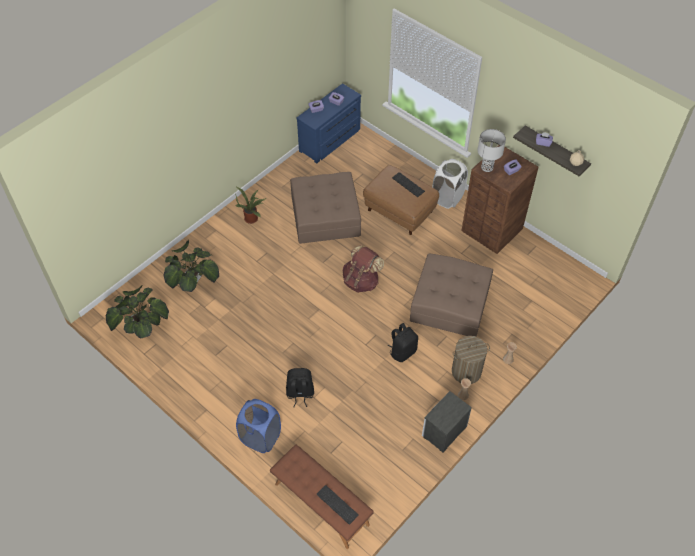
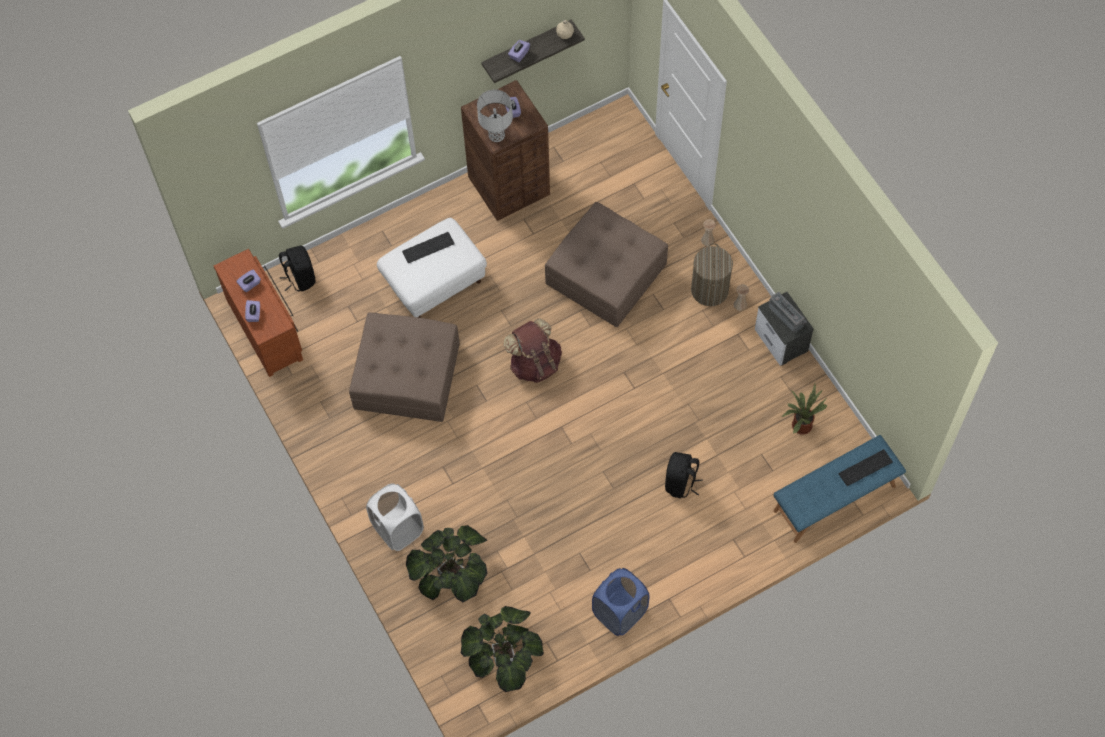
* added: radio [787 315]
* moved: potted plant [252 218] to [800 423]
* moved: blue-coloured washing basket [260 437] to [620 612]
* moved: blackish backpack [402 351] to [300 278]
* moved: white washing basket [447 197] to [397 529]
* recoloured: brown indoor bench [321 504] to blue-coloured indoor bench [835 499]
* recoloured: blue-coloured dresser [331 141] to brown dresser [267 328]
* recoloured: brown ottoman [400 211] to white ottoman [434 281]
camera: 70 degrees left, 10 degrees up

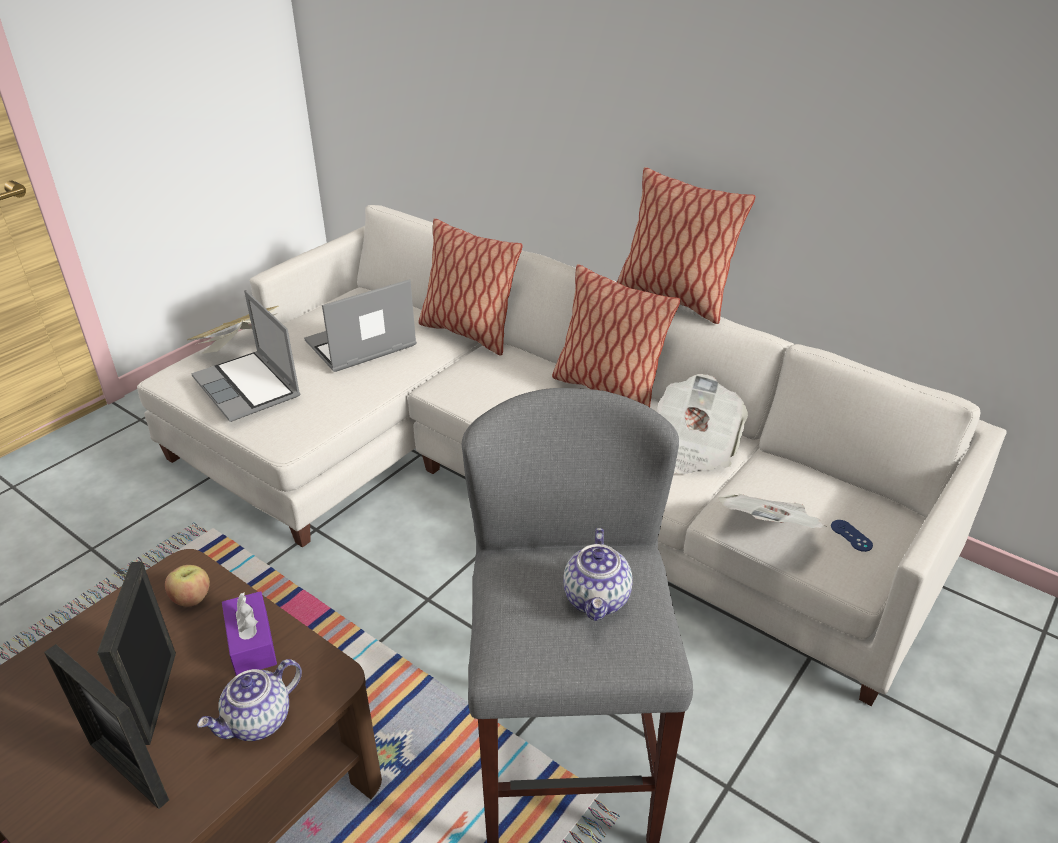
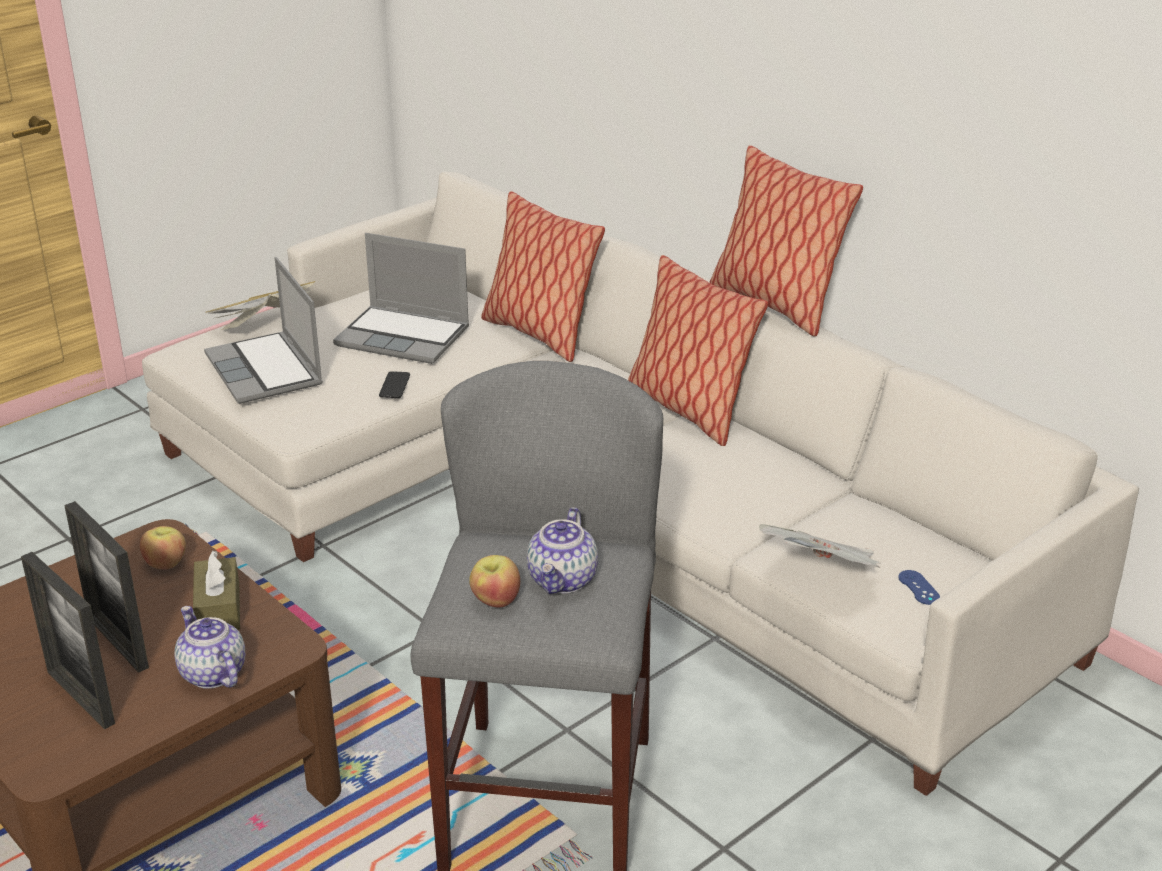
* removed: newspaper [694 446]
* added: telephone [394 385]
* added: whole apple [495 600]
* recoloured: purple tissue holder [252 643] to brown tissue holder [218 608]
* turned: standing frame [158 697] = [117 642] 45 degrees counterclockwise
* turned: teapot [258 721] = [212 673] 90 degrees clockwise
* turned: portable computer [360 346] = [405 337] 135 degrees counterclockwise
camera: 10 degrees right, 5 degrees down

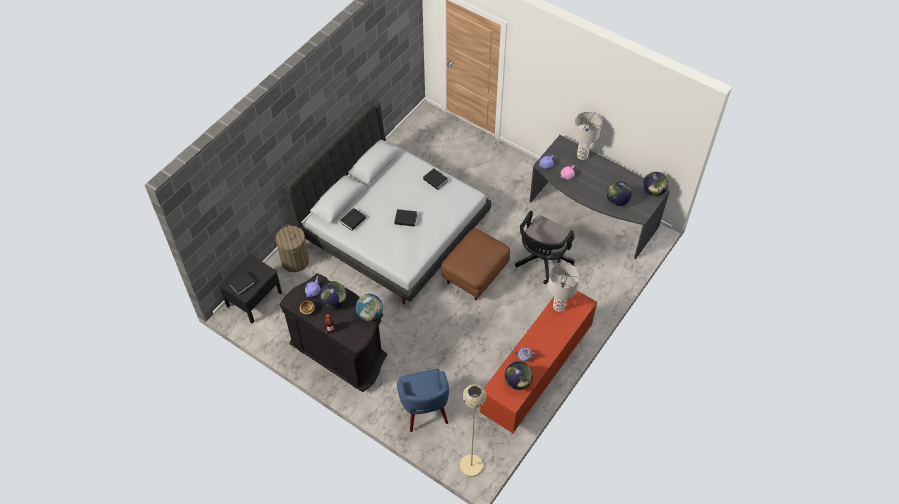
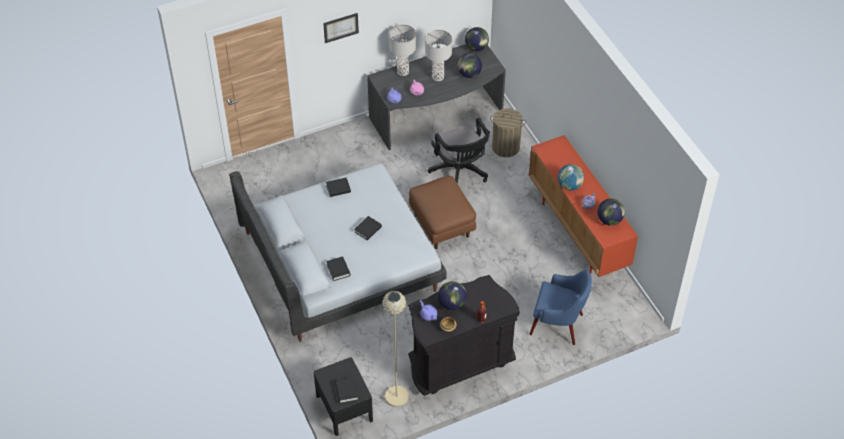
* added: wall art [340 27]
* moved: washing basket [295 261] to [506 147]
* moved: world globe [370 314] to [569 186]
* moved: beige standard lamp [471 466] to [396 397]
* moved: white table lamp [559 306] to [438 77]
camera: 60 degrees left, 5 degrees down

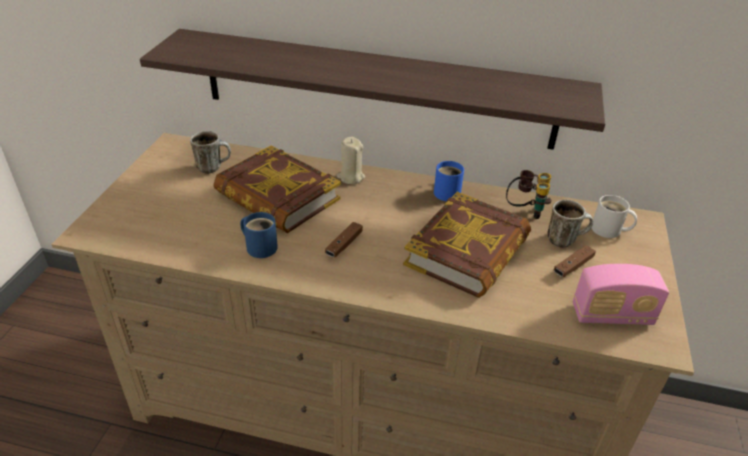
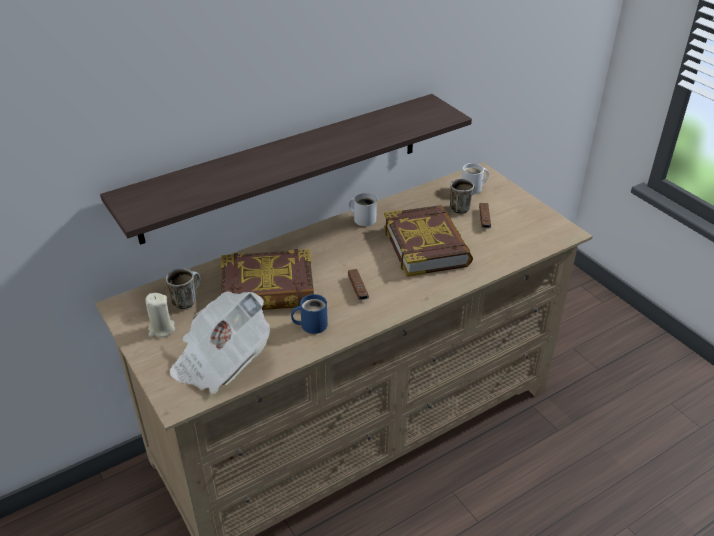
* removed: field glasses [525 211]
* removed: radio [611 315]
* added: newspaper [221 360]
* moved: beige candle [350 177] to [161 329]
* recoloured: blue-coloured mug [447 191] to white mug [363 218]
camera: 45 degrees left, 0 degrees up

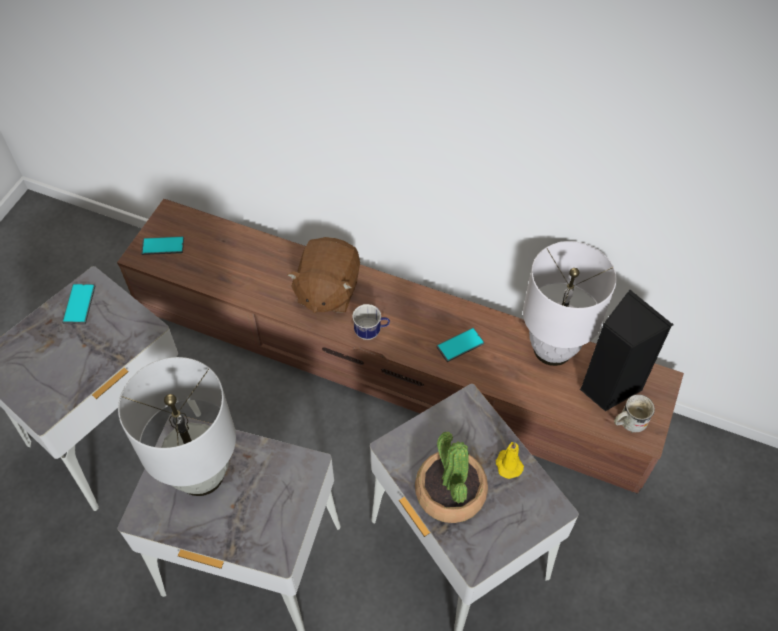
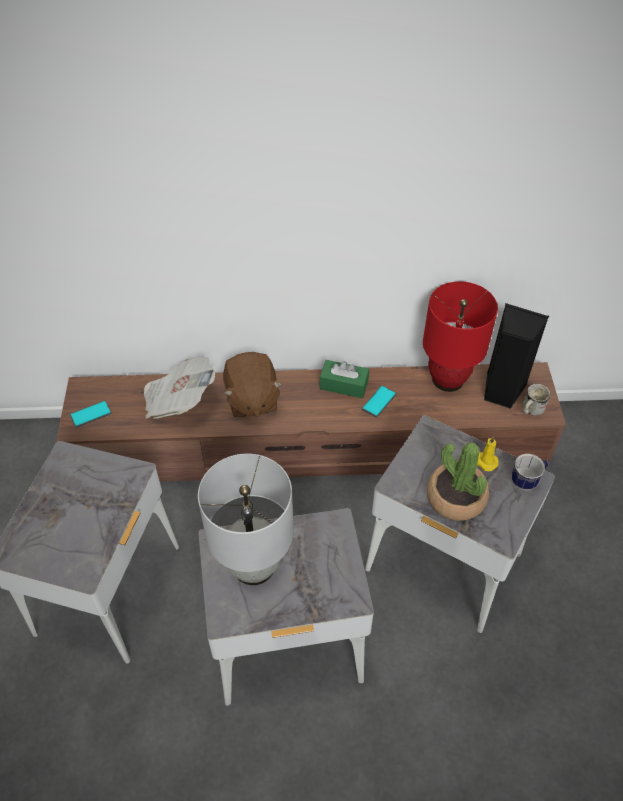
* removed: telephone [79 304]
* added: newspaper [179 400]
* added: green-coloured tissue holder [344 385]
* moved: mug [371 332] to [527 481]
* recoloured: white table lamp [552 349] to reddish table lamp [447 379]
camera: 25 degrees left, 5 degrees down

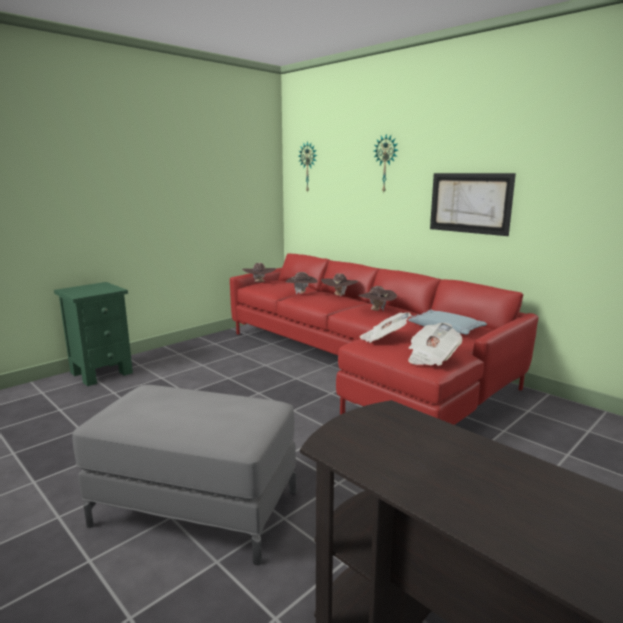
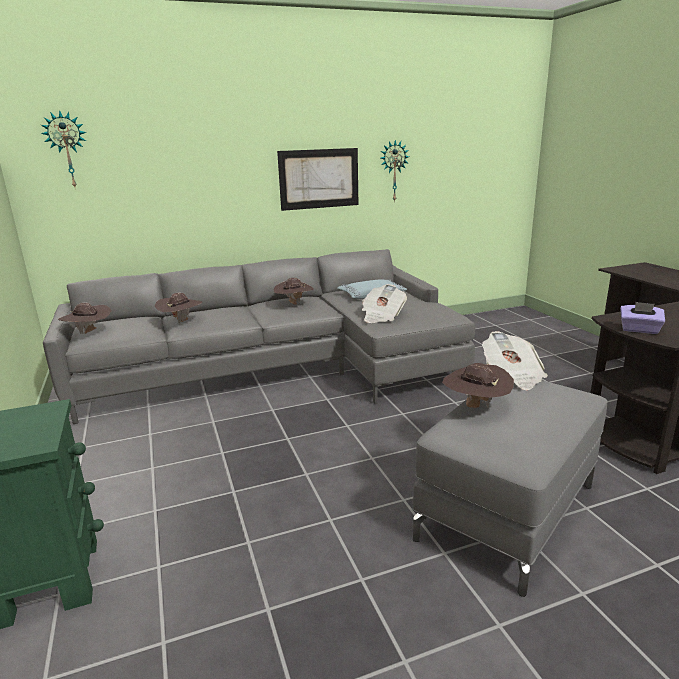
* added: purple tissue holder [639 330]
* moved: brown clothing hat [339 295] to [475 406]
* moved: wall clock [386 164] to [393 171]
* moved: newspaper [431 358] to [512 376]
* recoloured: reddish couch [363 365] to gray couch [280 370]
camera: 65 degrees left, 5 degrees up

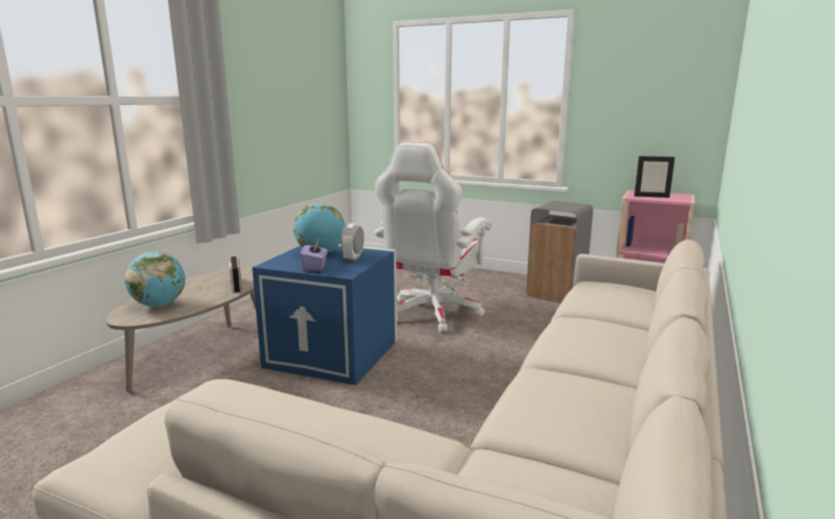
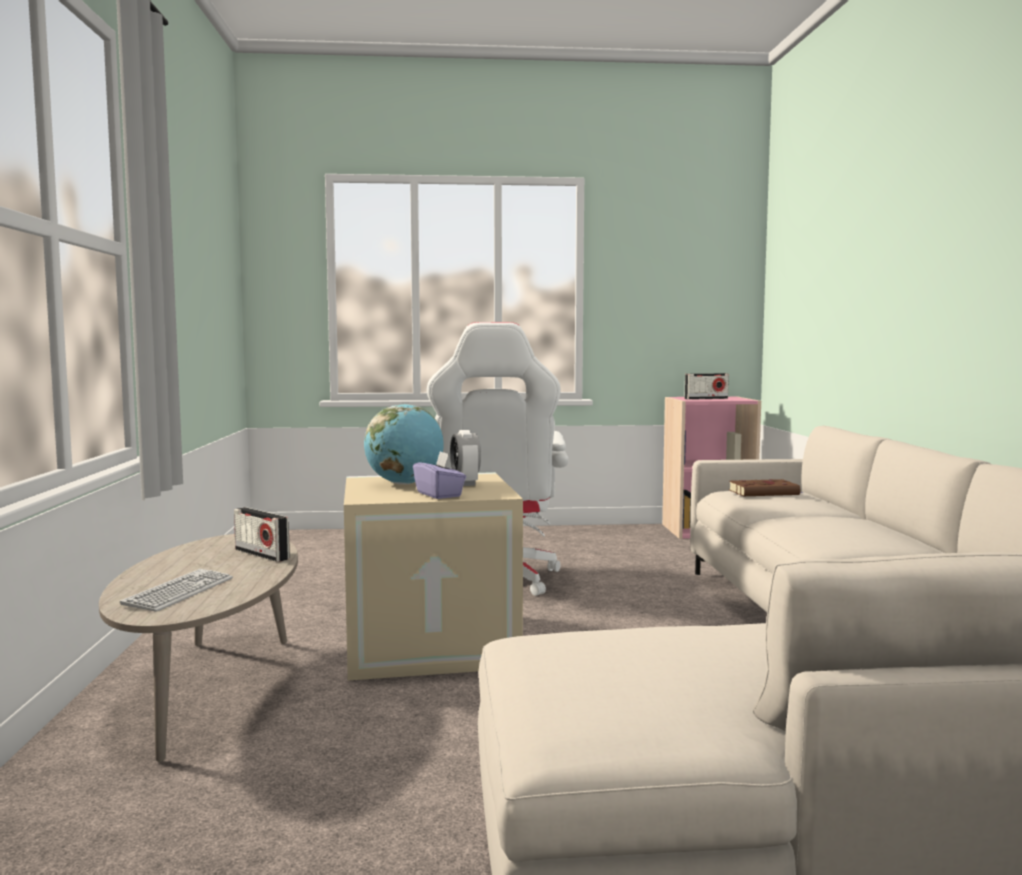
* removed: gray waste bin [556 293]
* added: brown book [765 493]
* replaced: world globe [159 305] to keyboard [179 592]
* replaced: standing frame [651 196] to radio [706 399]
* recoloured: blue-coloured storage bin [334 352] to beige storage bin [432 642]
camera: 30 degrees left, 10 degrees down

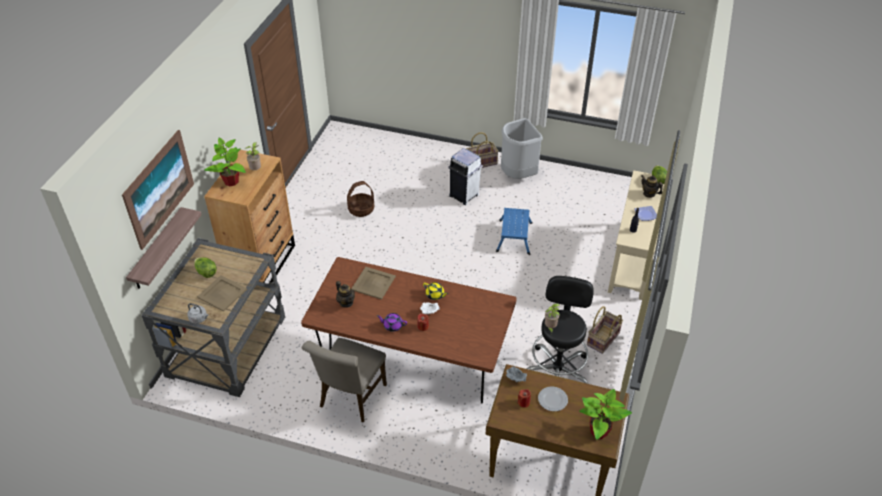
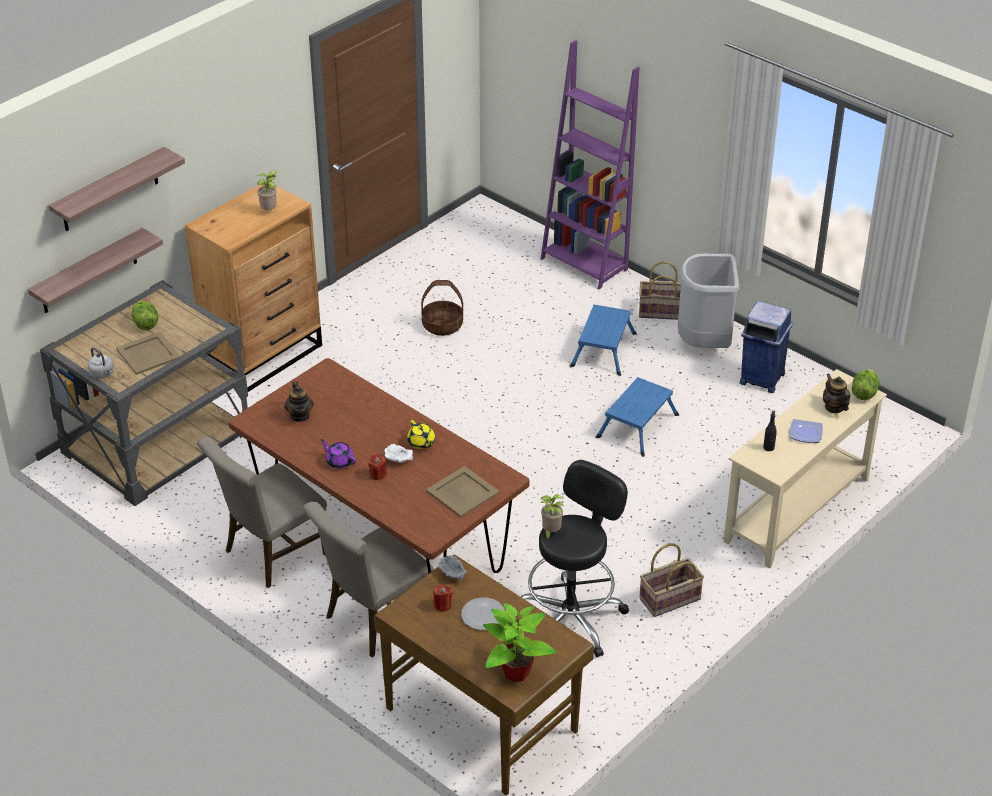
* removed: potted plant [231 182]
* added: beige upright chair [373 621]
* added: purple shelving unit [584 264]
* added: blue-coloured waste bin [761 378]
* moved: beige tray [373 283] to [462 492]
* replaced: wall art [159 188] to bracket shelf [109 190]
* replaced: white waste bin [464 195] to blue-coloured stepladder [603 349]
camera: 25 degrees right, 5 degrees down

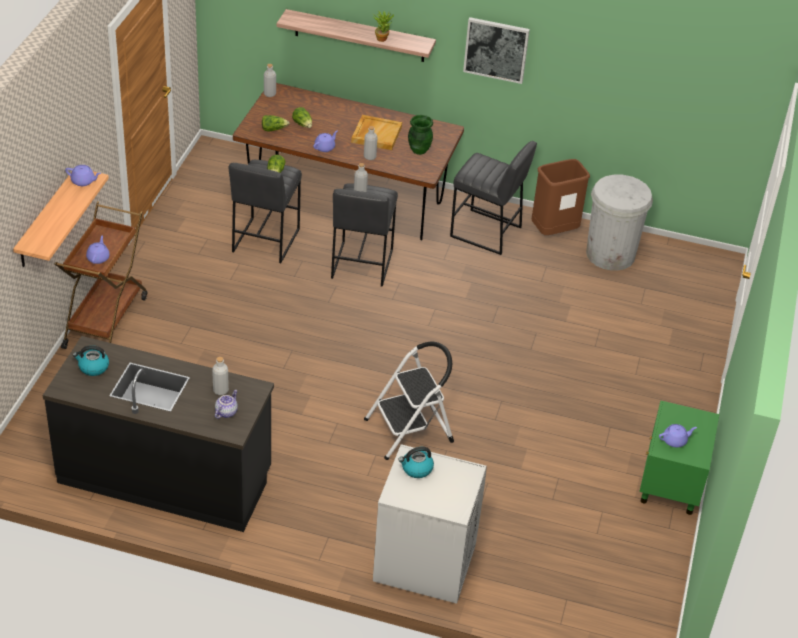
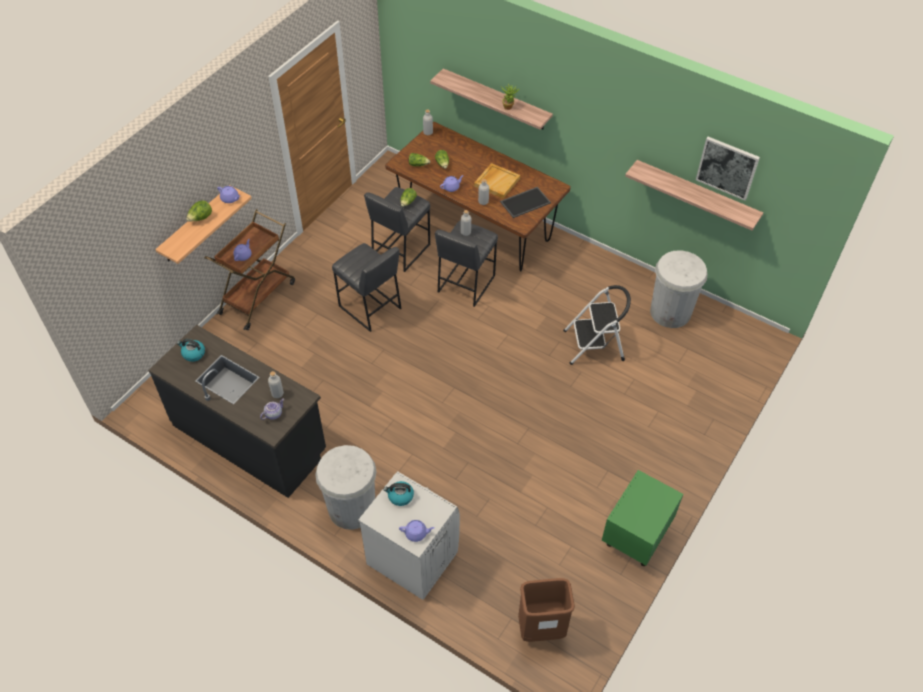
* added: head of lettuce [201 218]
* added: white waste bin [352 508]
* added: bracket shelf [696 194]
* moved: stepladder [411 430] to [596 346]
* moved: gray stool [487 232] to [370 308]
* moved: wall art [496 49] to [727 167]
* moved: brown waste bin [554 231] to [541 629]
* moved: purple teapot [675 441] to [416 533]
* replaced: green-coloured flower vase [419 150] to tray [525 202]
camera: 20 degrees right, 10 degrees up

